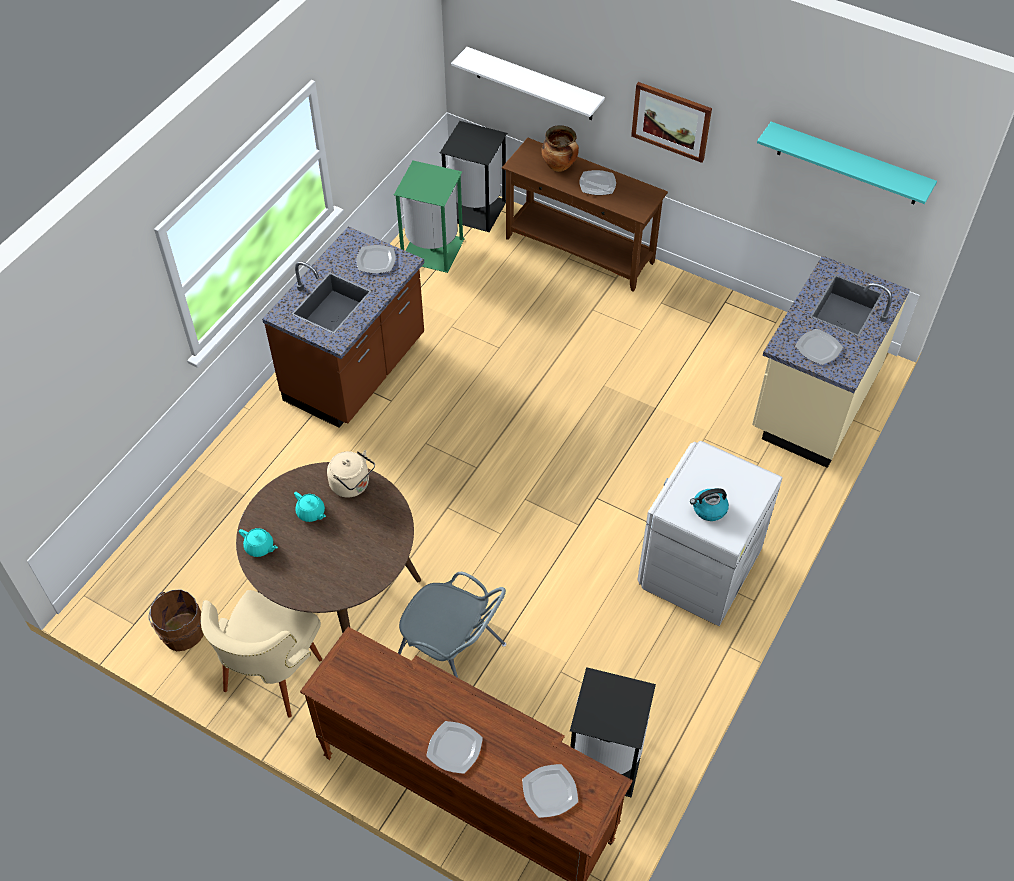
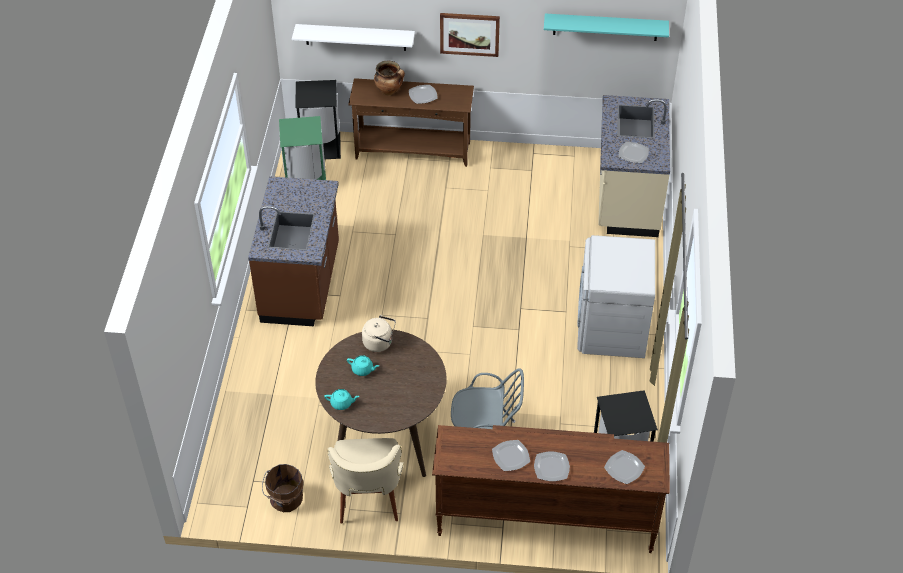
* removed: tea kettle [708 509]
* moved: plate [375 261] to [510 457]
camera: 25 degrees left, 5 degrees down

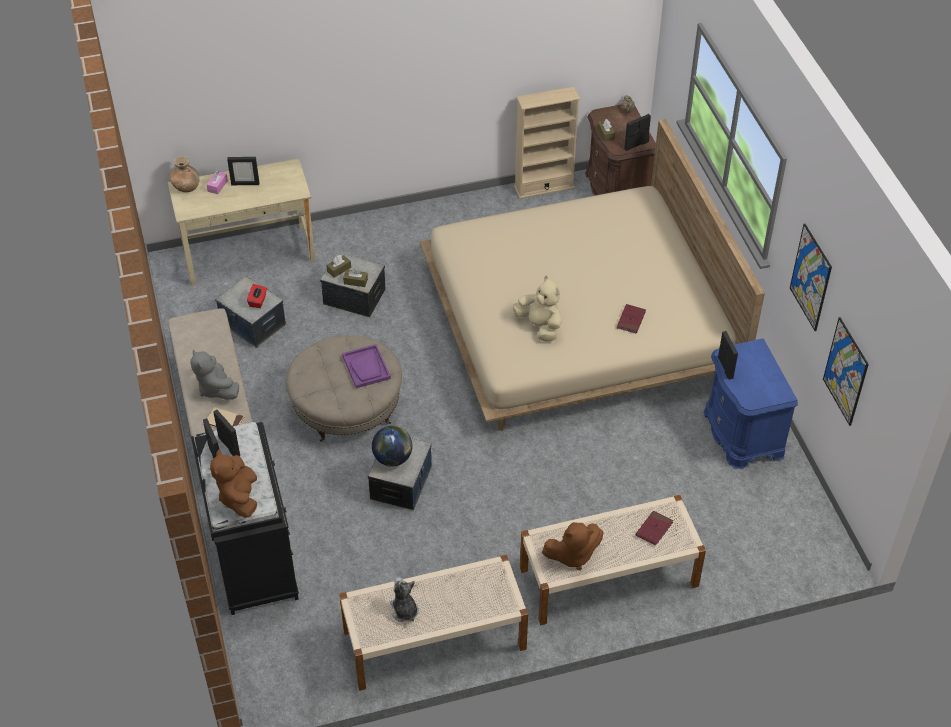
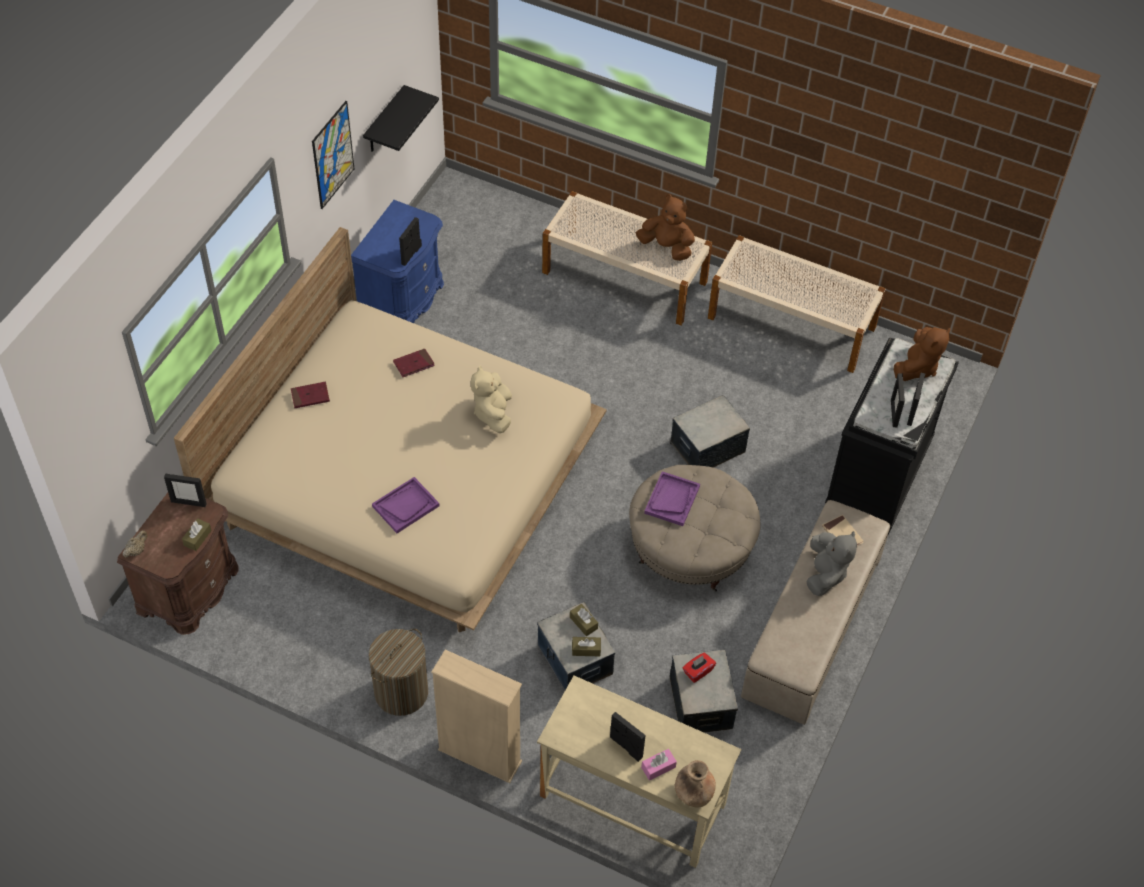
* removed: world globe [393 458]
* removed: plush toy [404 610]
* added: washing basket [401 692]
* added: purple tray [405 506]
* moved: beige shelving unit [544 187] to [479 756]
* moved: reddish book [654 529] to [310 396]
* replaced: wall art [845 371] to blackish bracket shelf [384 121]
camera: 140 degrees left, 5 degrees up

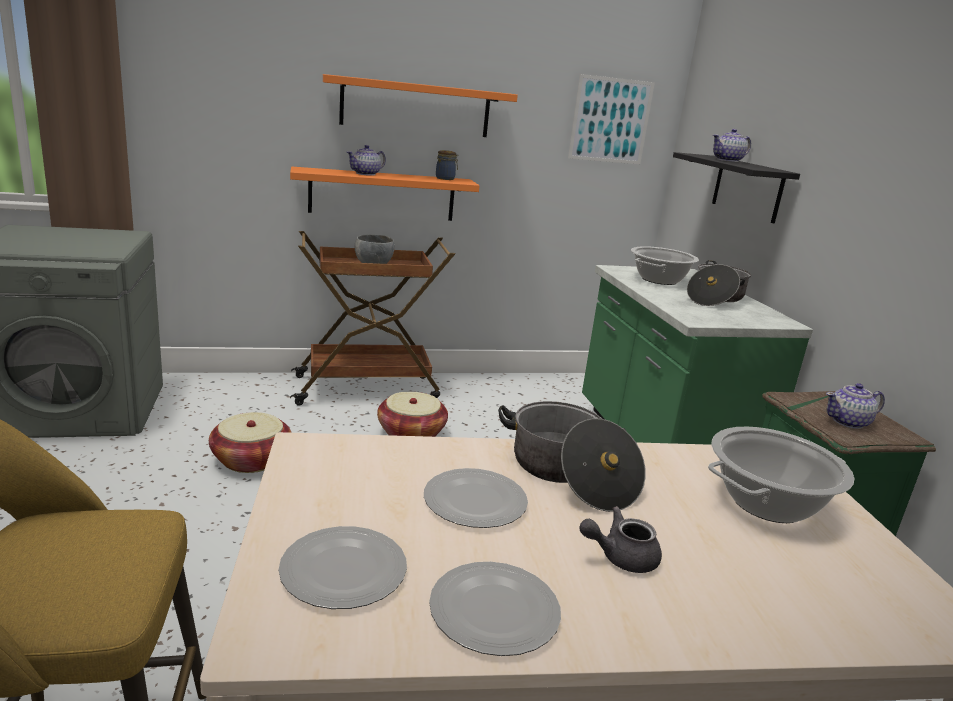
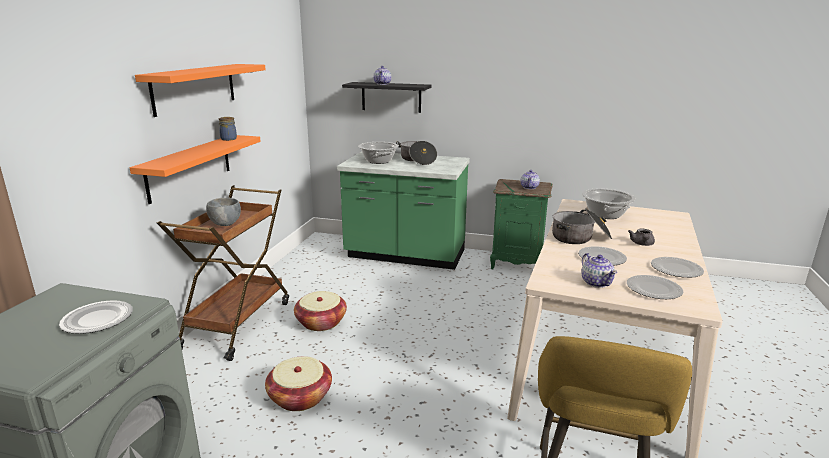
* removed: wall art [610 120]
* added: plate [96 320]
* moved: teapot [366 174] to [596 282]
camera: 60 degrees left, 0 degrees up

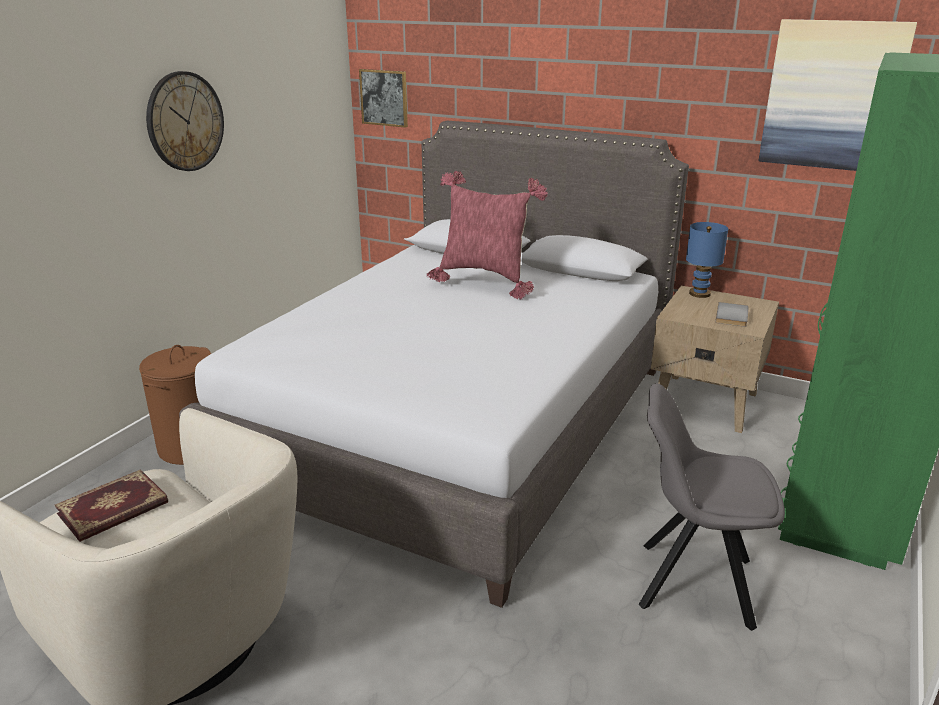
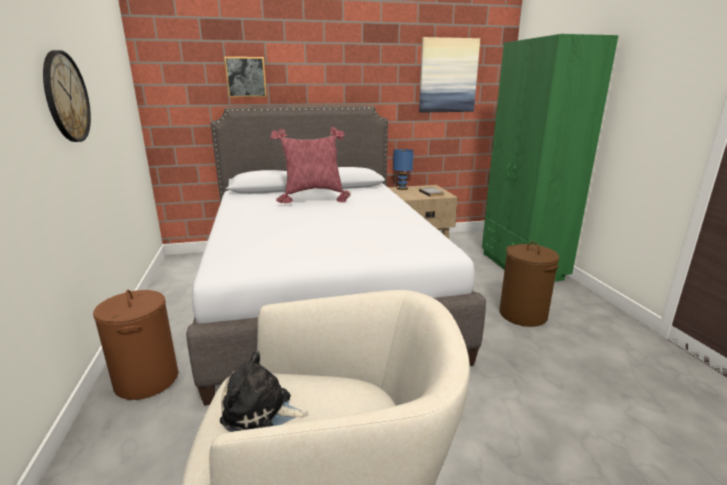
* moved: wall art [384 97] to [246 77]
* replaced: book [114 509] to plush toy [261 411]
* replaced: gray upright chair [694 583] to brown washing basket [522 314]
camera: 40 degrees left, 5 degrees down

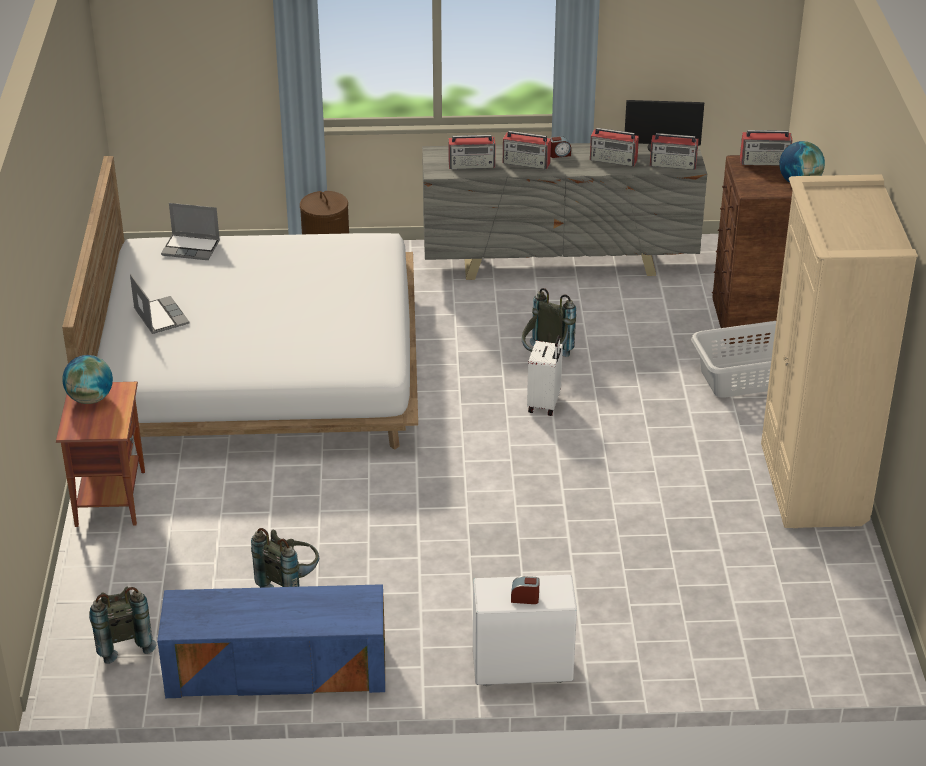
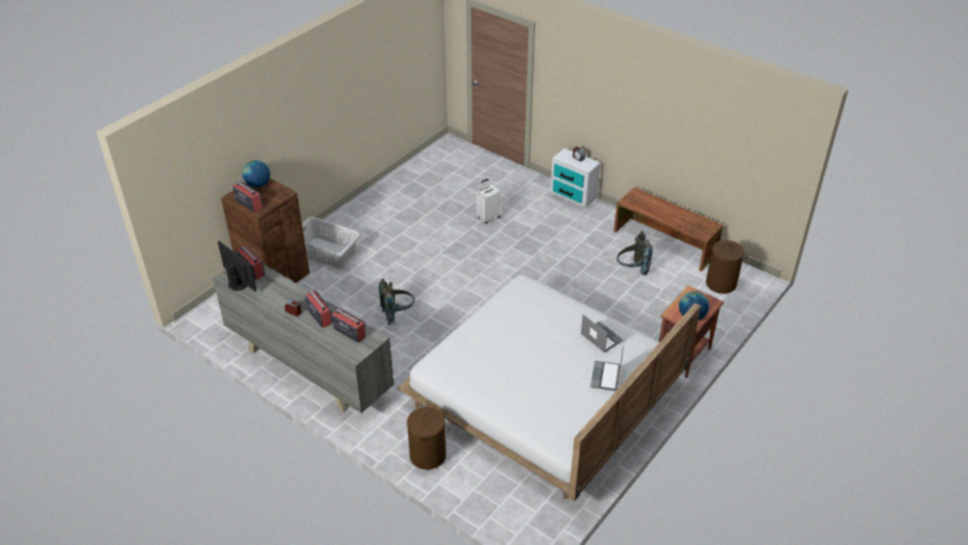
* removed: radio [614 160]
* removed: beige wardrobe [812 484]
* moved: portable computer [192 248] to [600 338]
* moved: white travel case [545 404] to [488 217]
* replaced: gray backpack [122 642] to brown washing basket [721 283]
* recoloured: blue-coloured indoor bench [275 671] to brown indoor bench [665 242]
camera: 140 degrees left, 5 degrees up

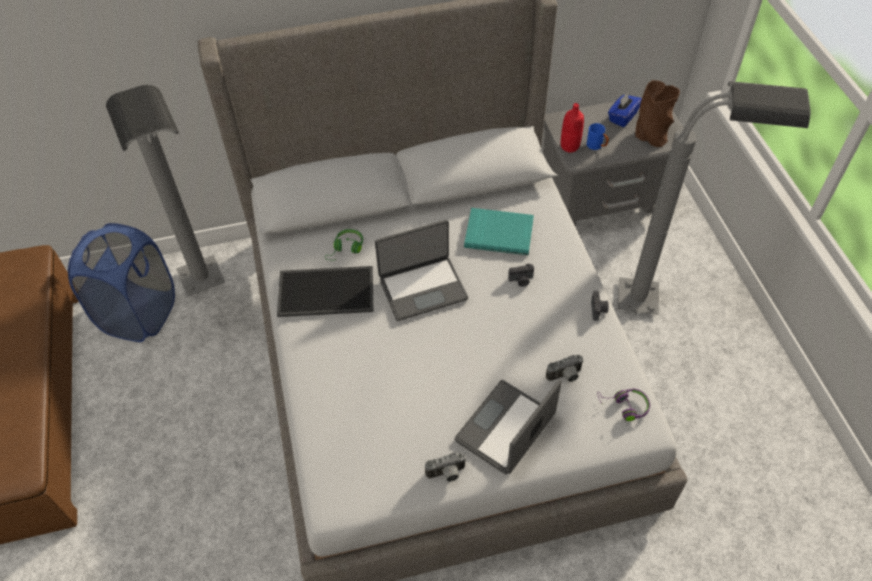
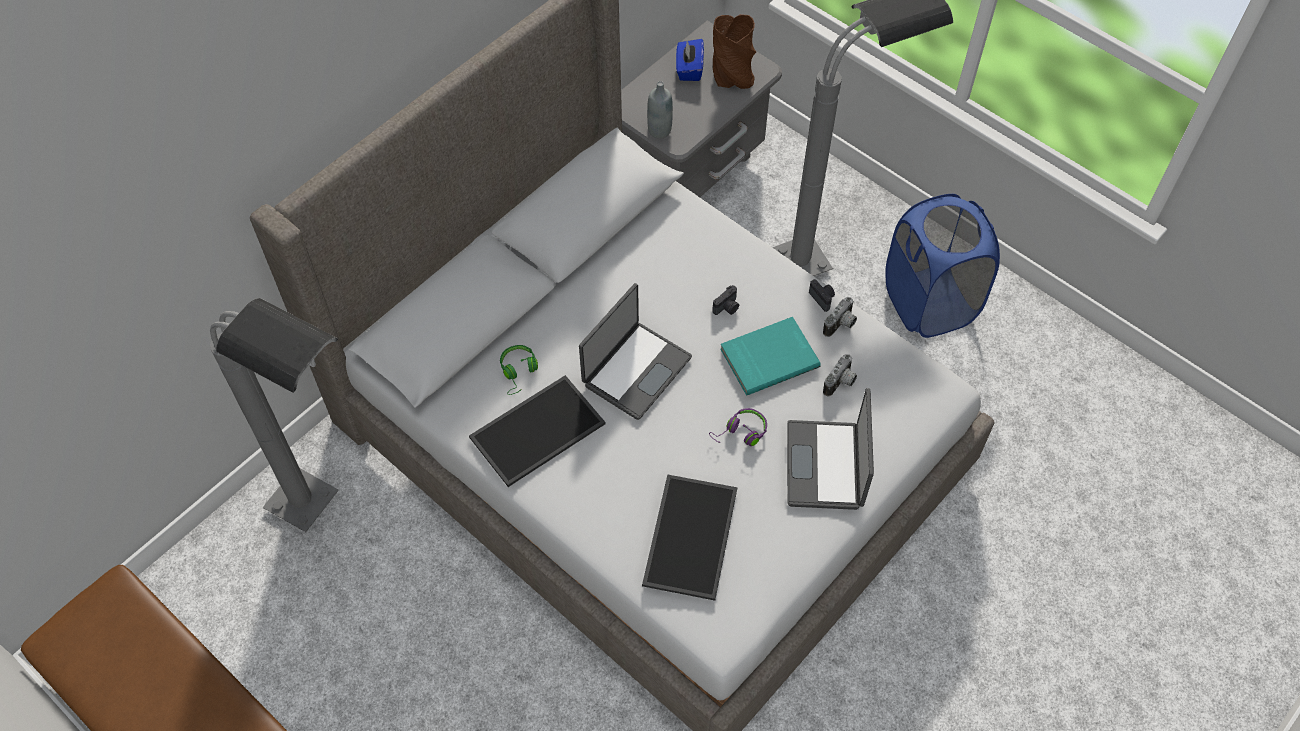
* removed: blue-coloured mug [597 146]
* added: tray [688 535]
* moved: blue-coloured washing basket [139 314] to [929 303]
* moved: still camera [446 474] to [841 325]
* moved: blue-green book [499 233] to [768 357]
* moved: purple pair of headphones [624 406] to [741 433]
* recoloured: reddish bottle [569 146] to gray bottle [659 130]
camera: 35 degrees left, 5 degrees up

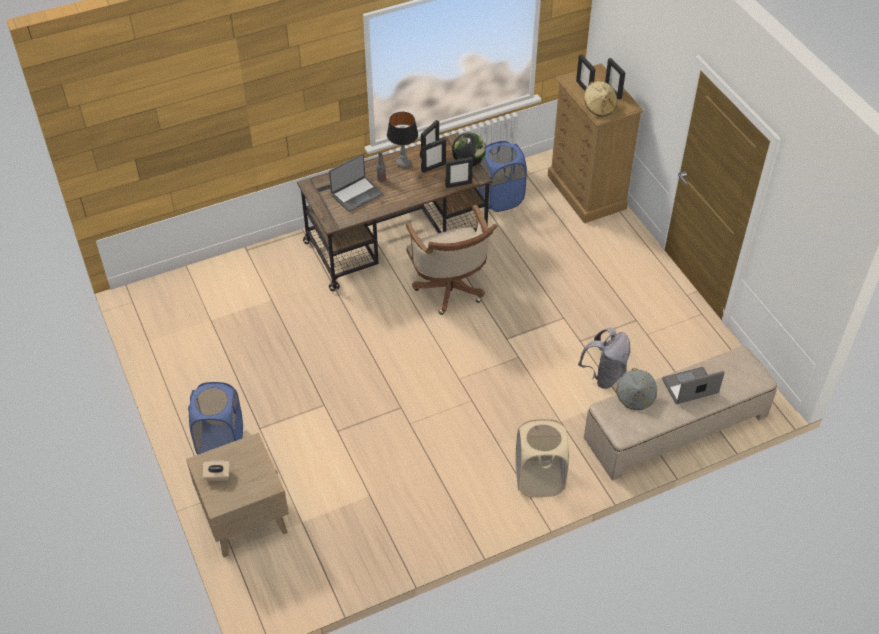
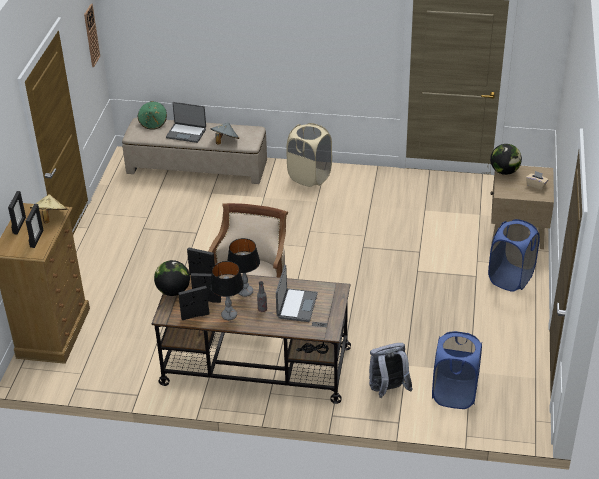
* added: wall clock [91 35]
* added: green-coloured clothing hat [153 123]
* added: table lamp [245 292]
* added: world globe [504 171]
* moved: blue-coloured washing basket [500 198] to [454 394]
* moved: gray backpack [604 375] to [388 390]
* turned: portable computer [356 194] = [296 306] 105 degrees clockwise
camera: 145 degrees left, 10 degrees down

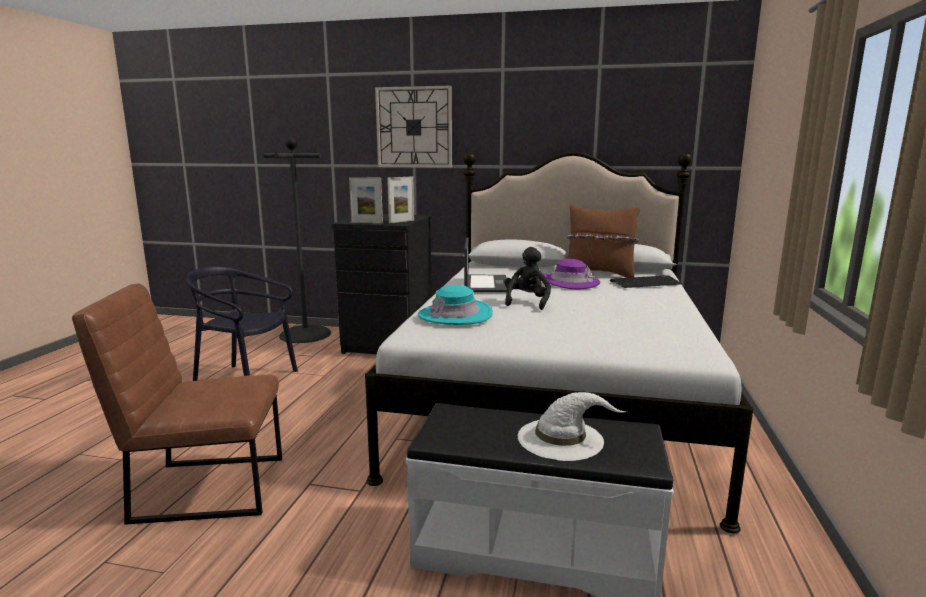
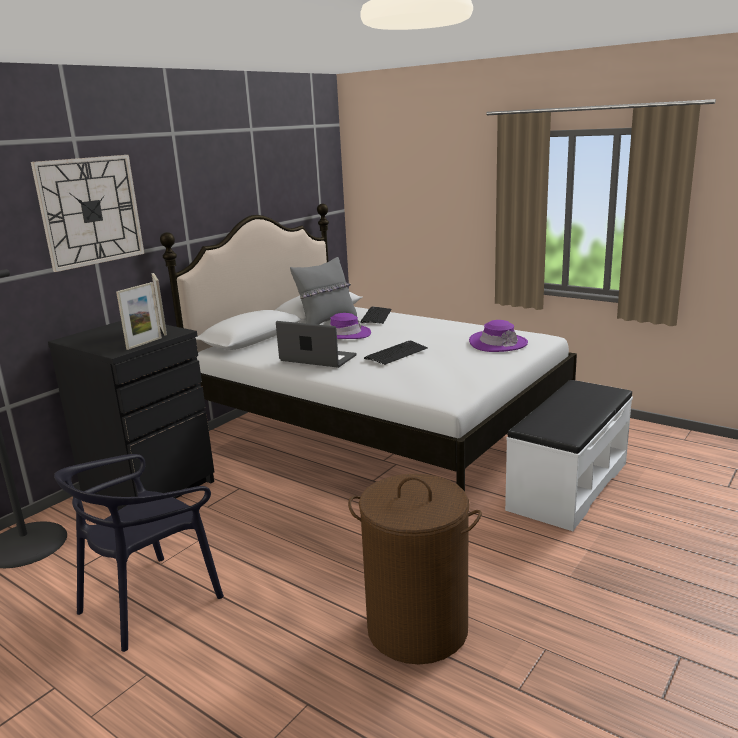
* removed: blue-green clothing hat [455 315]
* removed: white clothing hat [561 438]
* added: purple clothing hat [498 343]
* replaced: brown upright chair [206 488] to brown washing basket [417 629]
* replaced: blackish plush toy [527 302] to keyboard [396 353]
* recoloured: brown throw pillow [599 274] to gray throw pillow [326 322]
camera: 65 degrees left, 5 degrees up

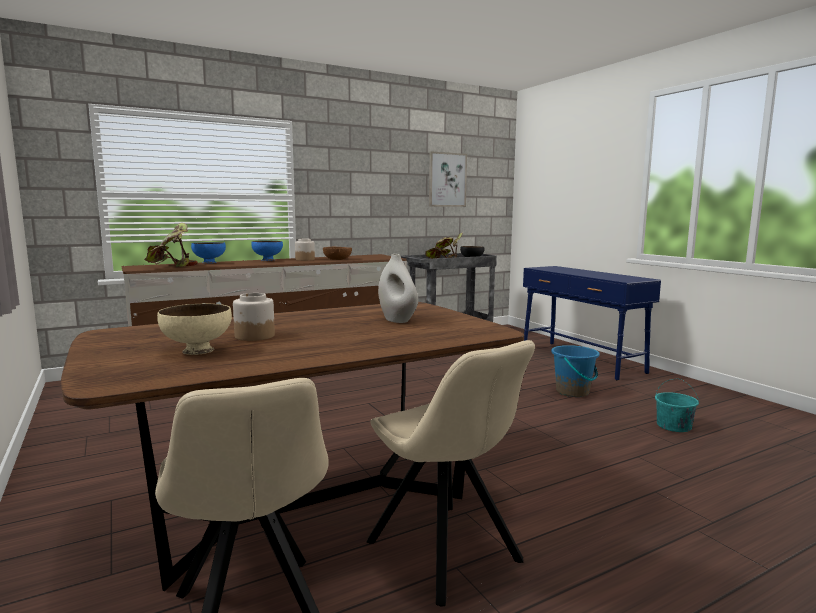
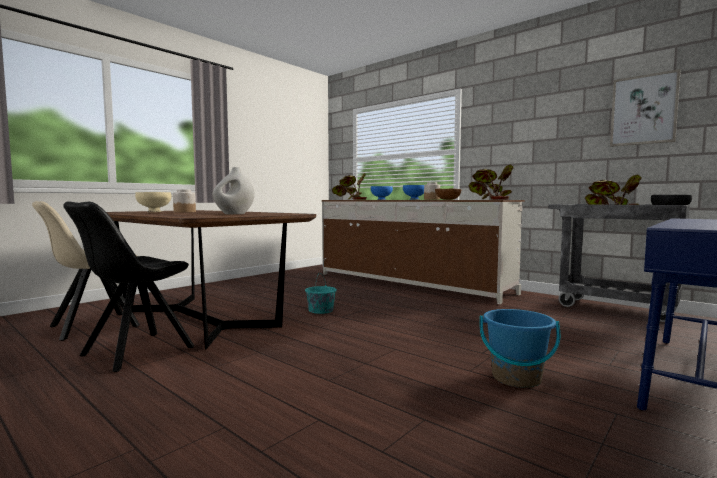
* added: potted plant [490 199]
* moved: blue-green bucket [674 426] to [320 310]
* recoloured: beige upright chair [445 551] to blackish upright chair [137 351]
camera: 70 degrees right, 5 degrees down

